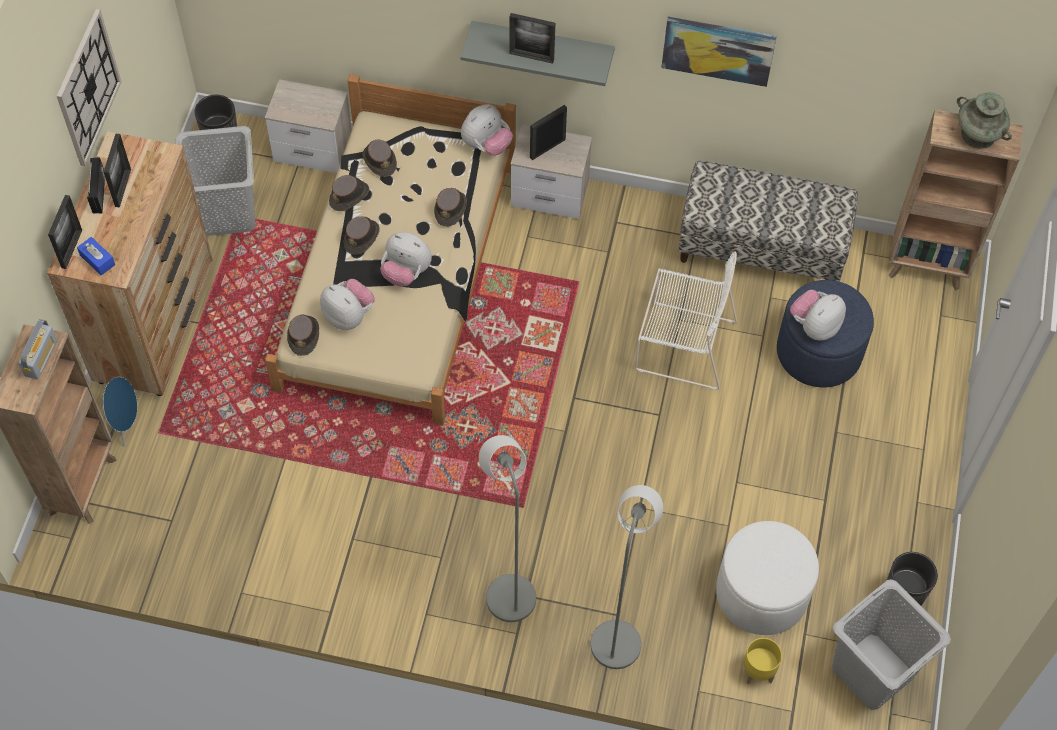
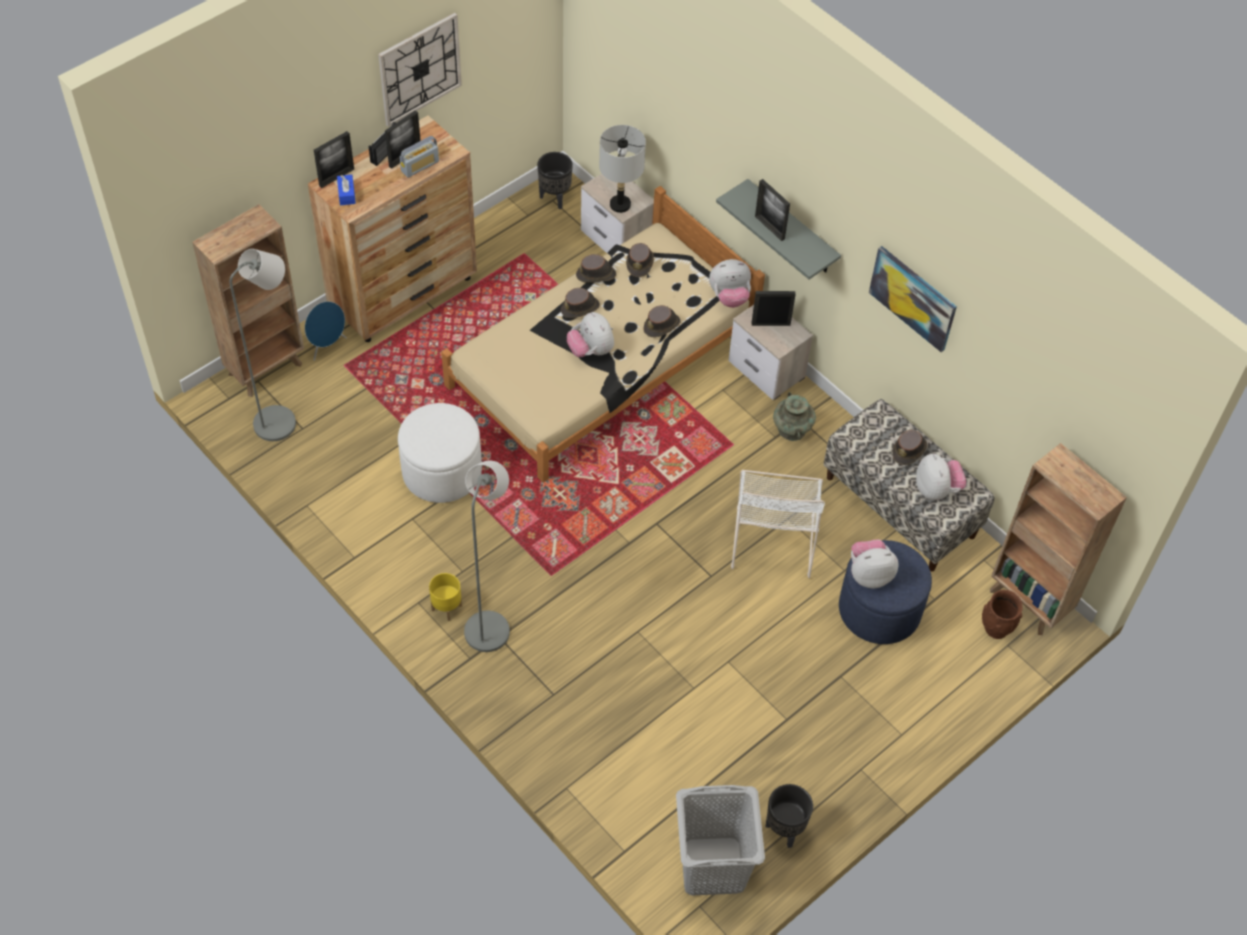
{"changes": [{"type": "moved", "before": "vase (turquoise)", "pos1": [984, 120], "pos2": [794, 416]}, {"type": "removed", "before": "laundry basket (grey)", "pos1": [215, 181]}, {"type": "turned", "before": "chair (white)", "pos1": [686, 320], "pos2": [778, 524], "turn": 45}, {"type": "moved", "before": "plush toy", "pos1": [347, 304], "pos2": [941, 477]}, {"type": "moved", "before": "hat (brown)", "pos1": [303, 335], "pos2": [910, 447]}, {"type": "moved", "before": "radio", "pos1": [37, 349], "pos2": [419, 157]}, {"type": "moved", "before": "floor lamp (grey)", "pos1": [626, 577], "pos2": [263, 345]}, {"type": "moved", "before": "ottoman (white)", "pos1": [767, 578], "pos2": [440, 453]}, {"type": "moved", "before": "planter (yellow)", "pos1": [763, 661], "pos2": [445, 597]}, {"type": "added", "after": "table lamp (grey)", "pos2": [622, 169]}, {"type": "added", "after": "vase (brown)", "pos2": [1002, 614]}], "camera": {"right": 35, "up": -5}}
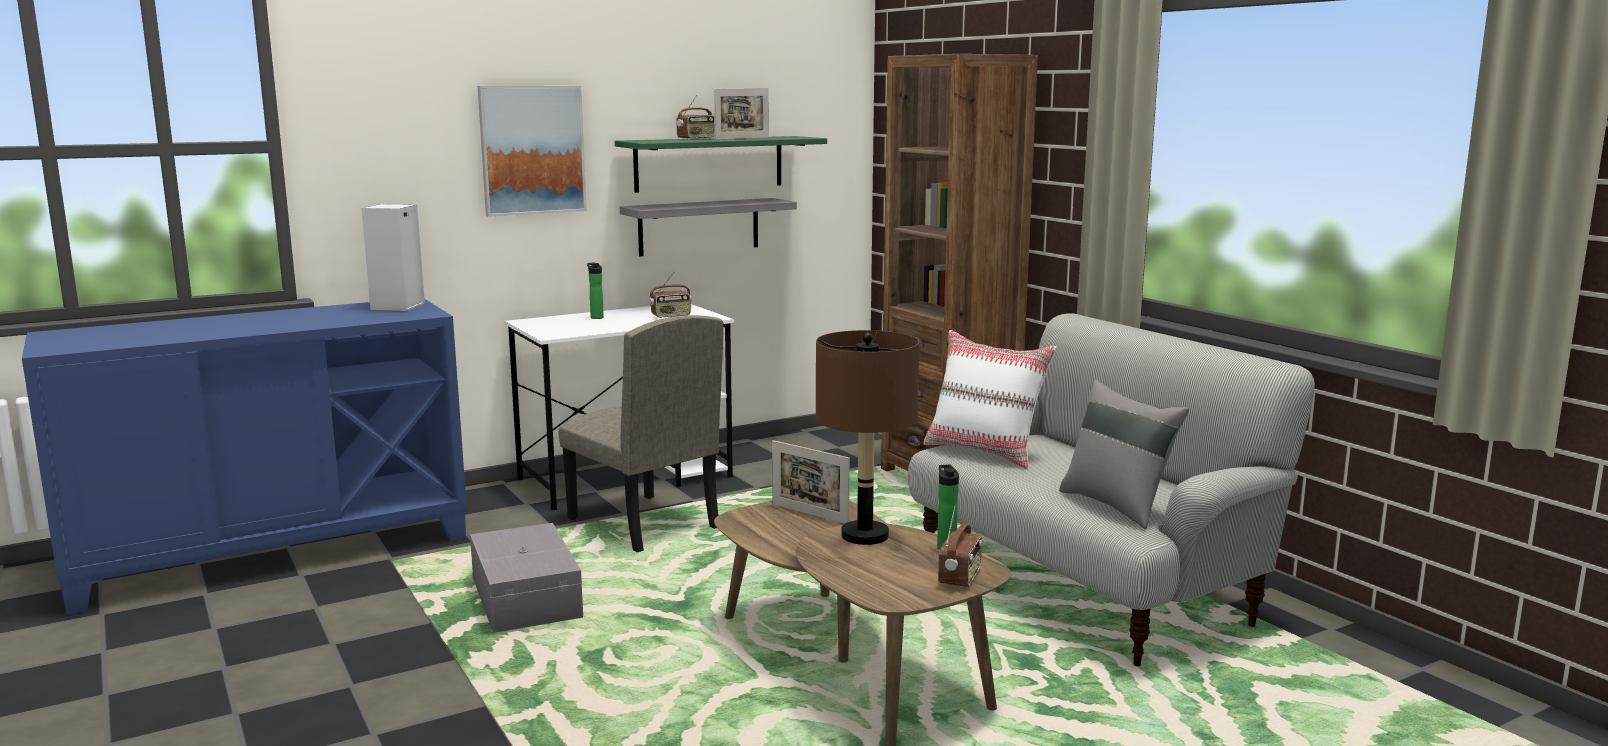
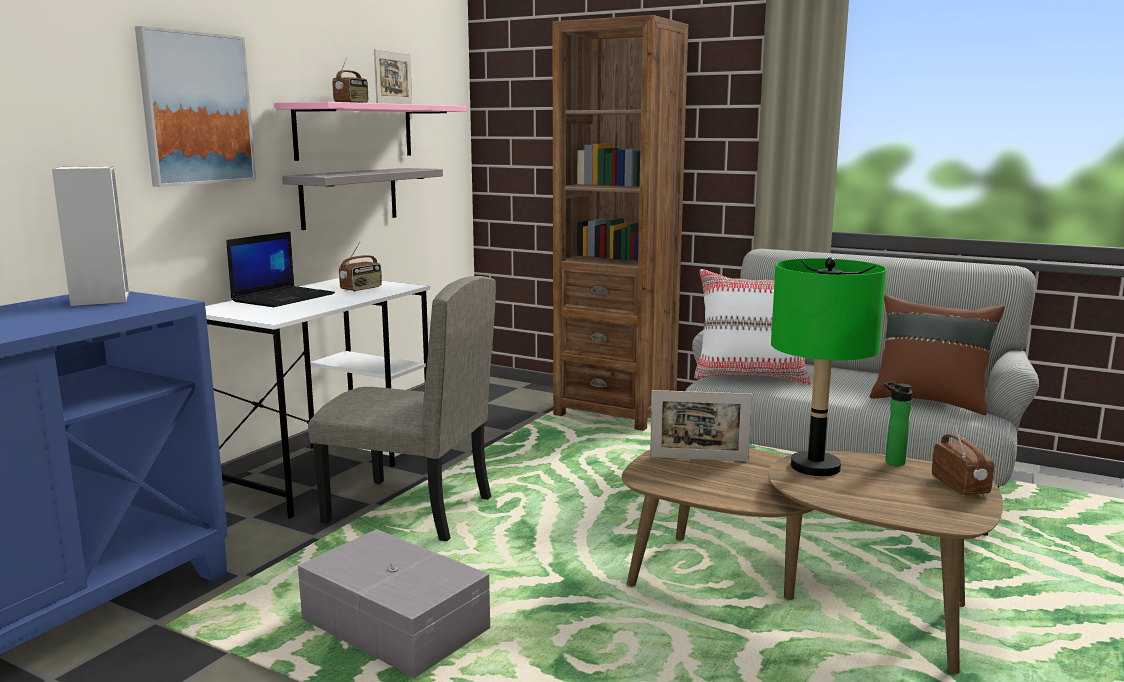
{"changes": [{"type": "recoloured", "before": "shelf (green)", "after": "shelf (pink)", "pos1": [721, 164], "pos2": [370, 131]}, {"type": "replaced", "before": "bottle", "after": "laptop", "pos1": [595, 291], "pos2": [280, 269]}, {"type": "recoloured", "before": "table lamp (brown)", "after": "table lamp (green)", "pos1": [867, 437], "pos2": [829, 366]}, {"type": "recoloured", "before": "pillow (grey)", "after": "pillow (brown)", "pos1": [1124, 454], "pos2": [937, 355]}], "camera": {"right": -30, "up": 0}}
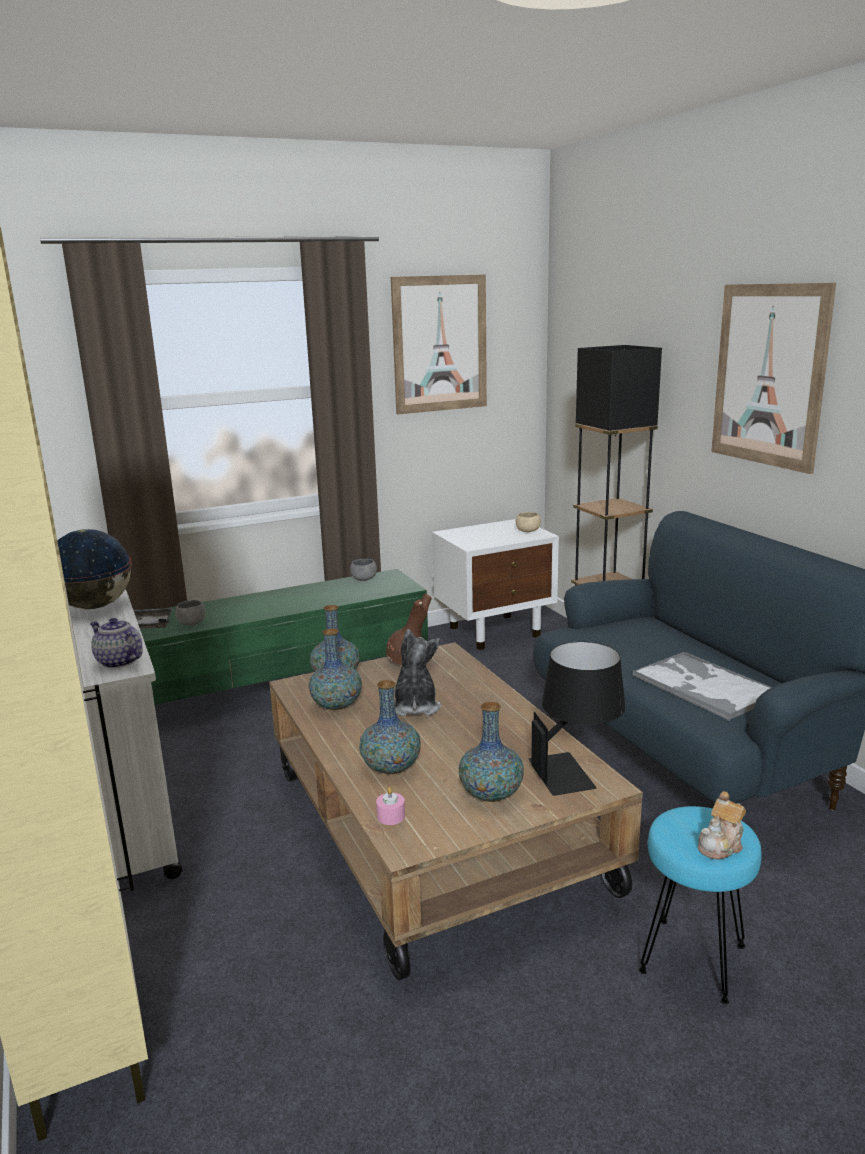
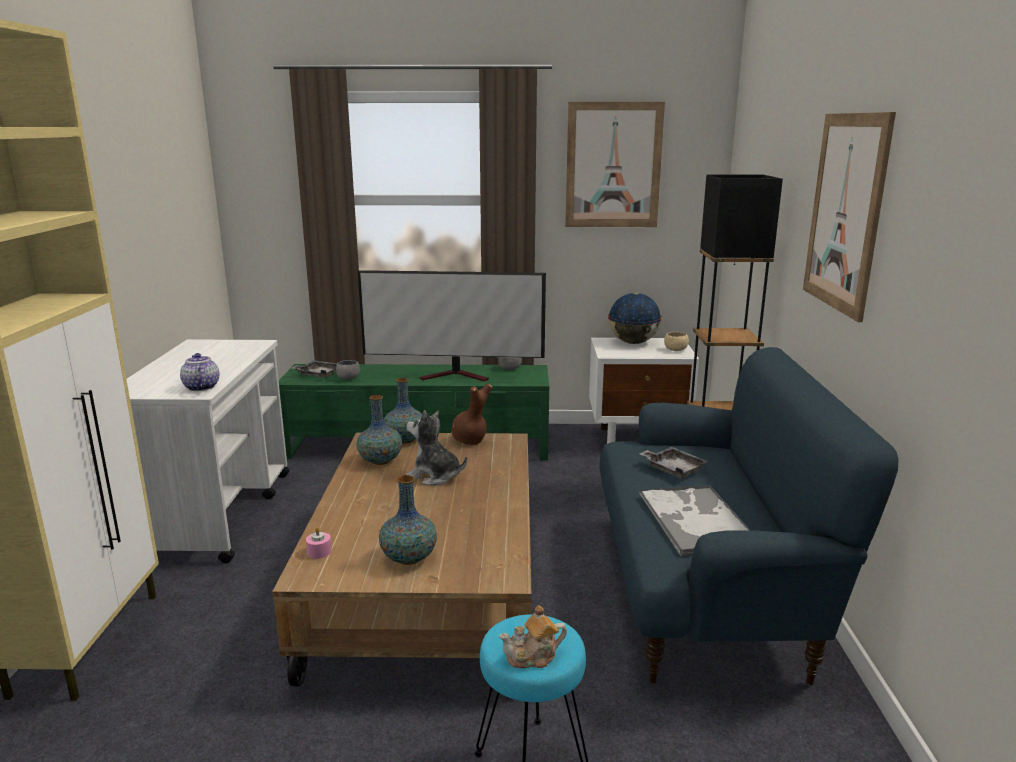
{"changes": [{"type": "moved", "before": "globe", "pos1": [95, 569], "pos2": [635, 318]}, {"type": "turned", "before": "plush toy", "pos1": [417, 672], "pos2": [436, 447], "turn": -90}, {"type": "removed", "before": "table lamp (black)", "pos1": [577, 719]}, {"type": "removed", "before": "vase", "pos1": [390, 727]}, {"type": "added", "after": "television", "pos2": [452, 325]}, {"type": "added", "after": "tray (grey)", "pos2": [673, 462]}], "camera": {"right": 25, "up": 0}}
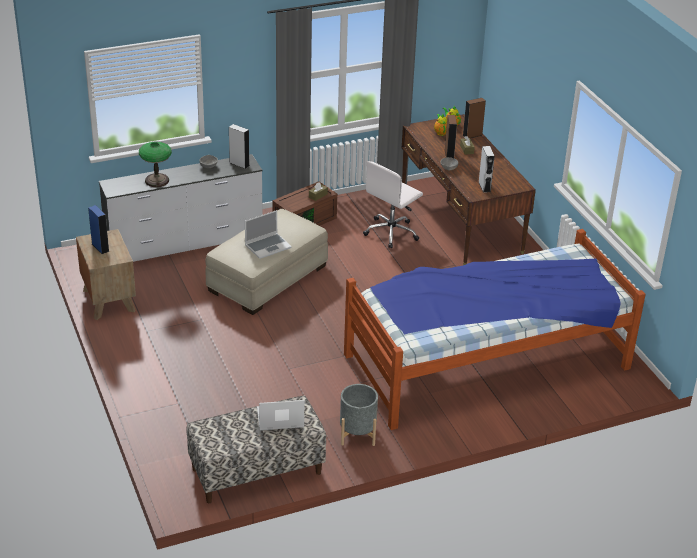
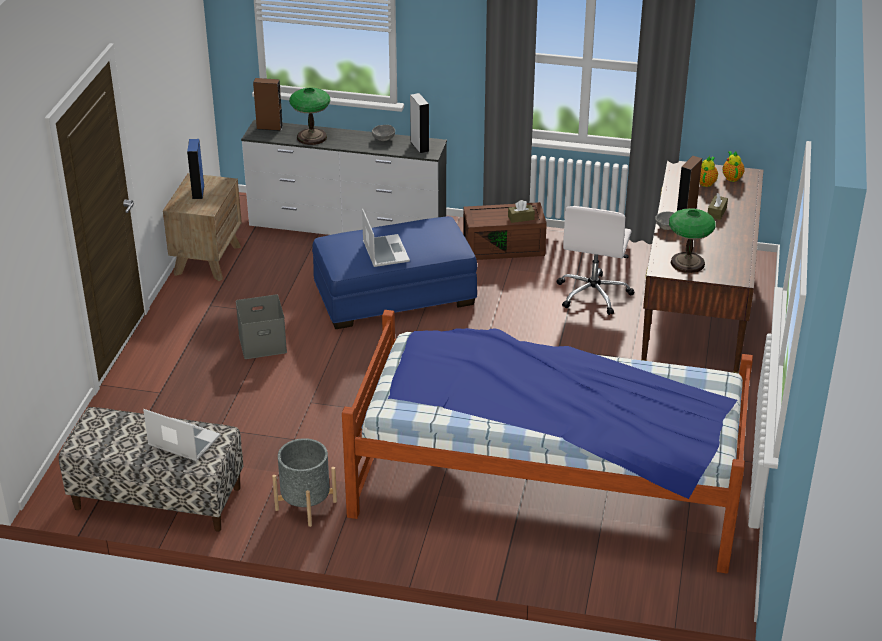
{"changes": [{"type": "moved", "before": "speaker (brown)", "pos1": [474, 118], "pos2": [268, 104]}, {"type": "replaced", "before": "speaker (grey)", "after": "table lamp", "pos1": [487, 169], "pos2": [692, 240]}, {"type": "turned", "before": "office chair (white)", "pos1": [393, 204], "pos2": [595, 260], "turn": -60}, {"type": "recoloured", "before": "ottoman (beige)", "after": "ottoman (blue)", "pos1": [266, 262], "pos2": [394, 272]}, {"type": "turned", "before": "laptop", "pos1": [268, 234], "pos2": [386, 238], "turn": -105}, {"type": "added", "after": "storage box (grey)", "pos2": [261, 326]}], "camera": {"right": 35, "up": 0}}
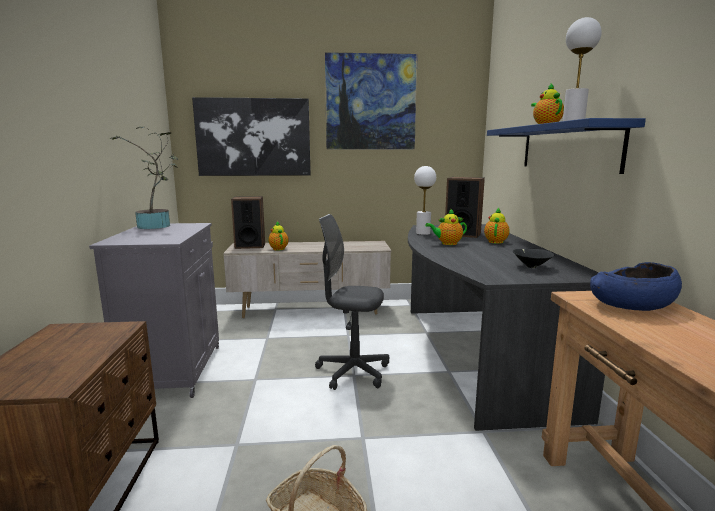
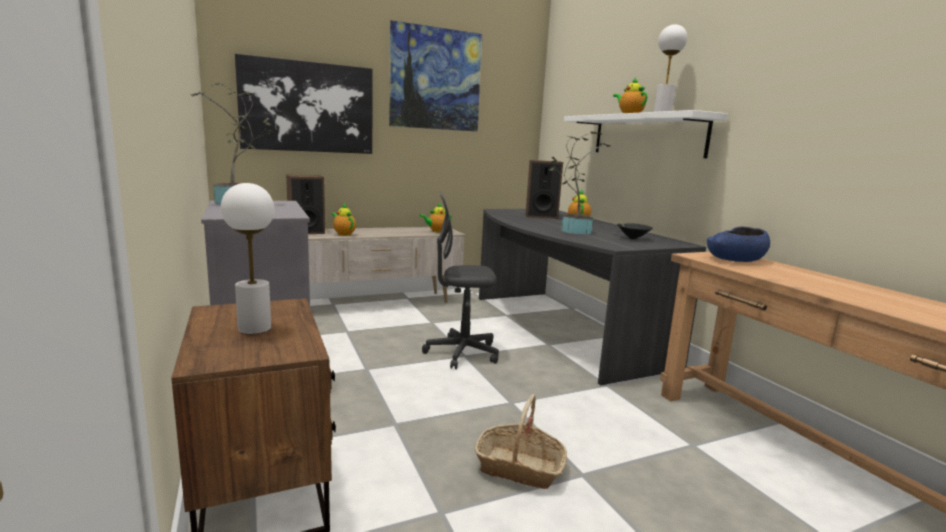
{"changes": [{"type": "recoloured", "before": "shelf (blue)", "after": "shelf (white)", "pos1": [566, 146], "pos2": [646, 134]}, {"type": "moved", "before": "table lamp (white)", "pos1": [425, 200], "pos2": [247, 258]}, {"type": "moved", "before": "teapot", "pos1": [446, 226], "pos2": [435, 217]}, {"type": "added", "after": "potted plant", "pos2": [579, 182]}], "camera": {"right": -20, "up": 0}}
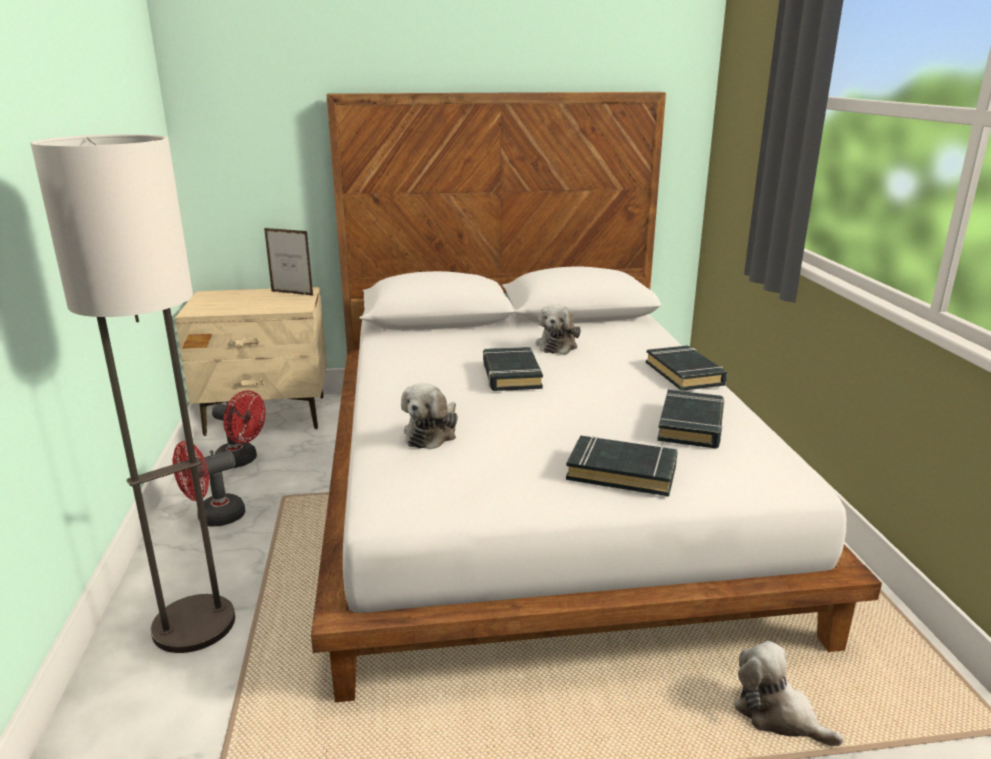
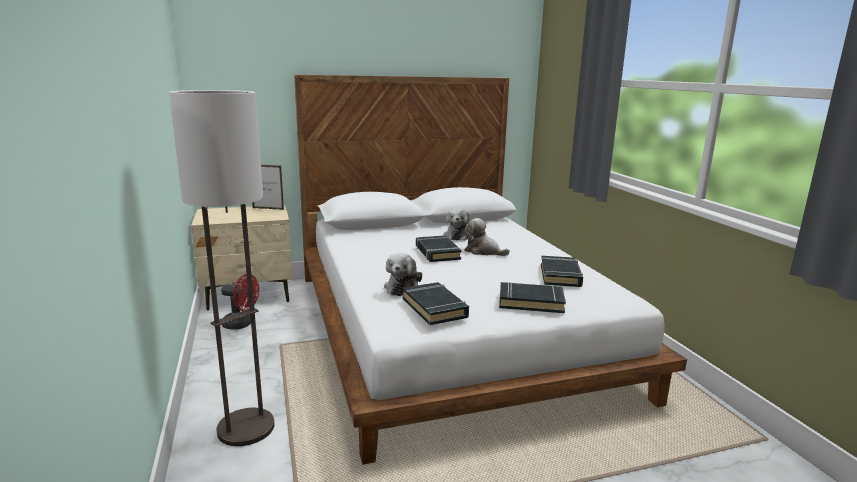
{"changes": [{"type": "moved", "before": "book (black)", "pos1": [687, 368], "pos2": [436, 303]}, {"type": "removed", "before": "fan (red)", "pos1": [208, 483]}, {"type": "moved", "before": "plush toy", "pos1": [789, 693], "pos2": [487, 237]}], "camera": {"right": -10, "up": -5}}
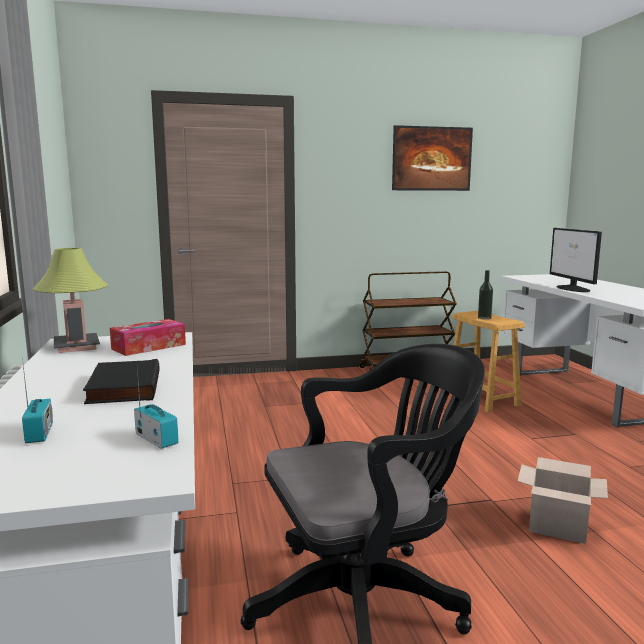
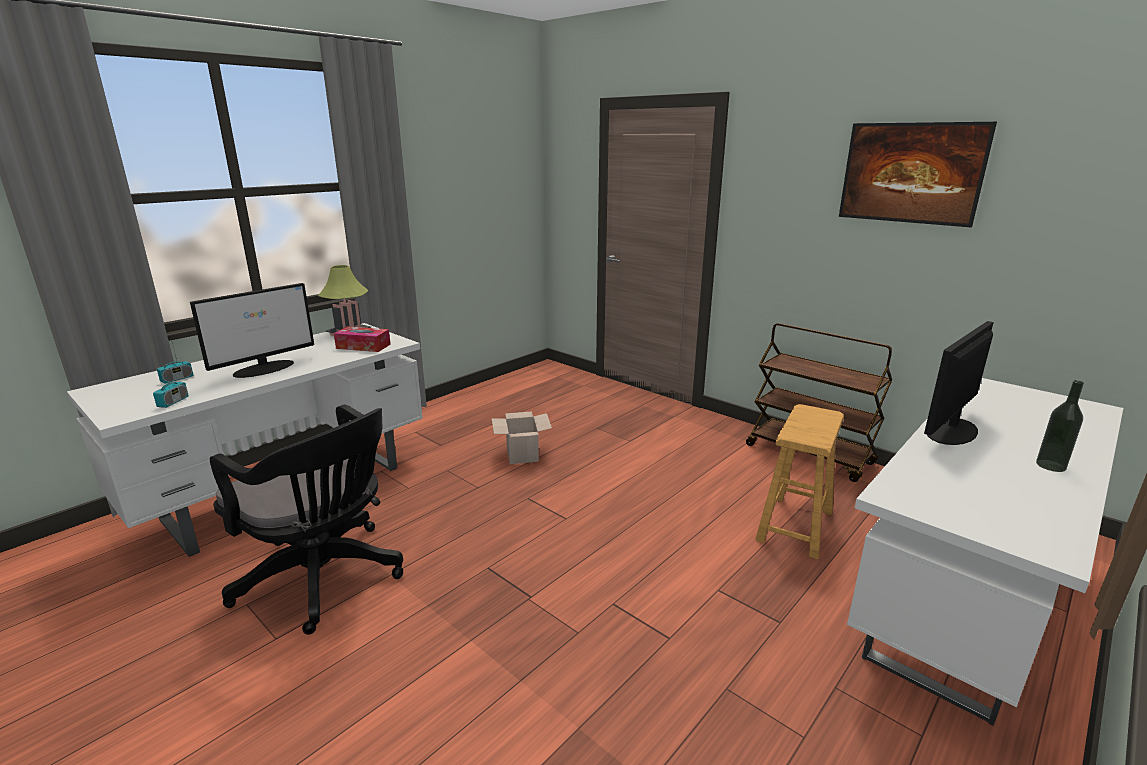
{"changes": [{"type": "moved", "before": "bottle", "pos1": [485, 295], "pos2": [1060, 426]}, {"type": "replaced", "before": "book (black)", "after": "monitor", "pos1": [121, 381], "pos2": [252, 330]}, {"type": "moved", "before": "cardboard box", "pos1": [563, 500], "pos2": [522, 437]}], "camera": {"right": 55, "up": 10}}
